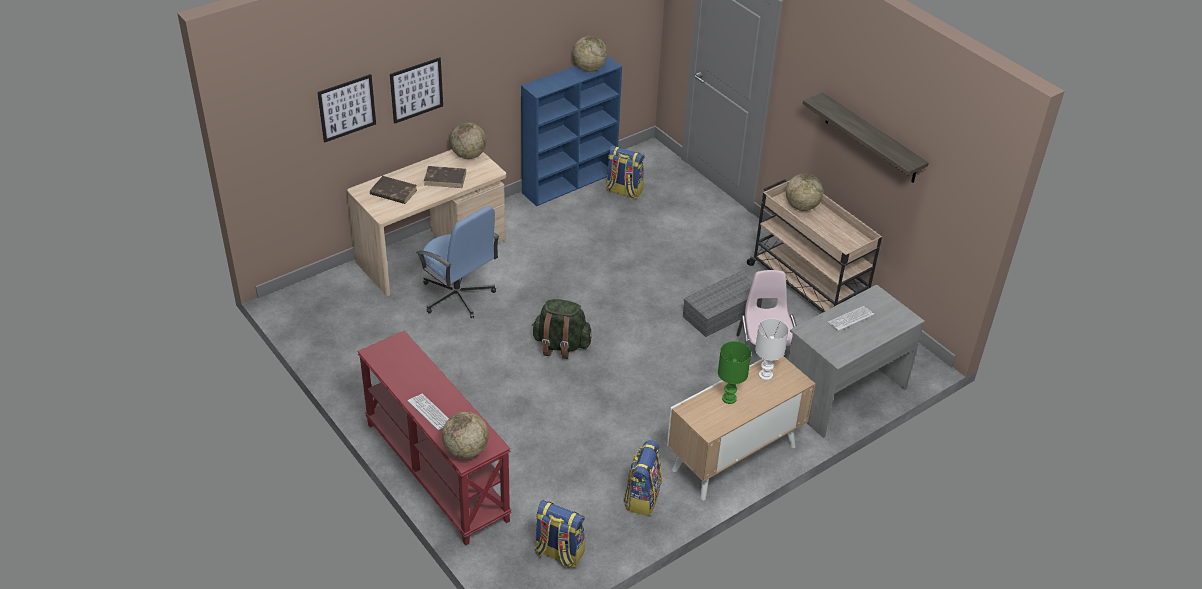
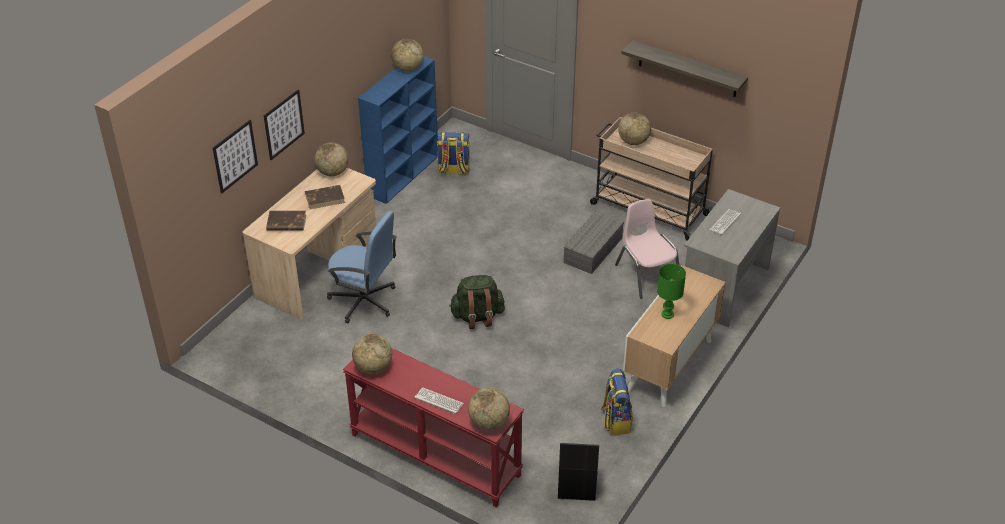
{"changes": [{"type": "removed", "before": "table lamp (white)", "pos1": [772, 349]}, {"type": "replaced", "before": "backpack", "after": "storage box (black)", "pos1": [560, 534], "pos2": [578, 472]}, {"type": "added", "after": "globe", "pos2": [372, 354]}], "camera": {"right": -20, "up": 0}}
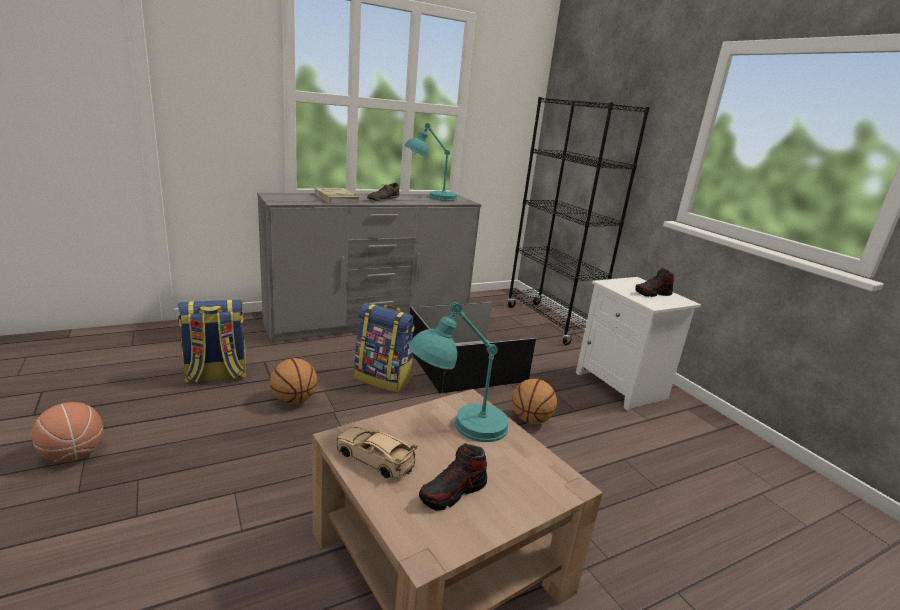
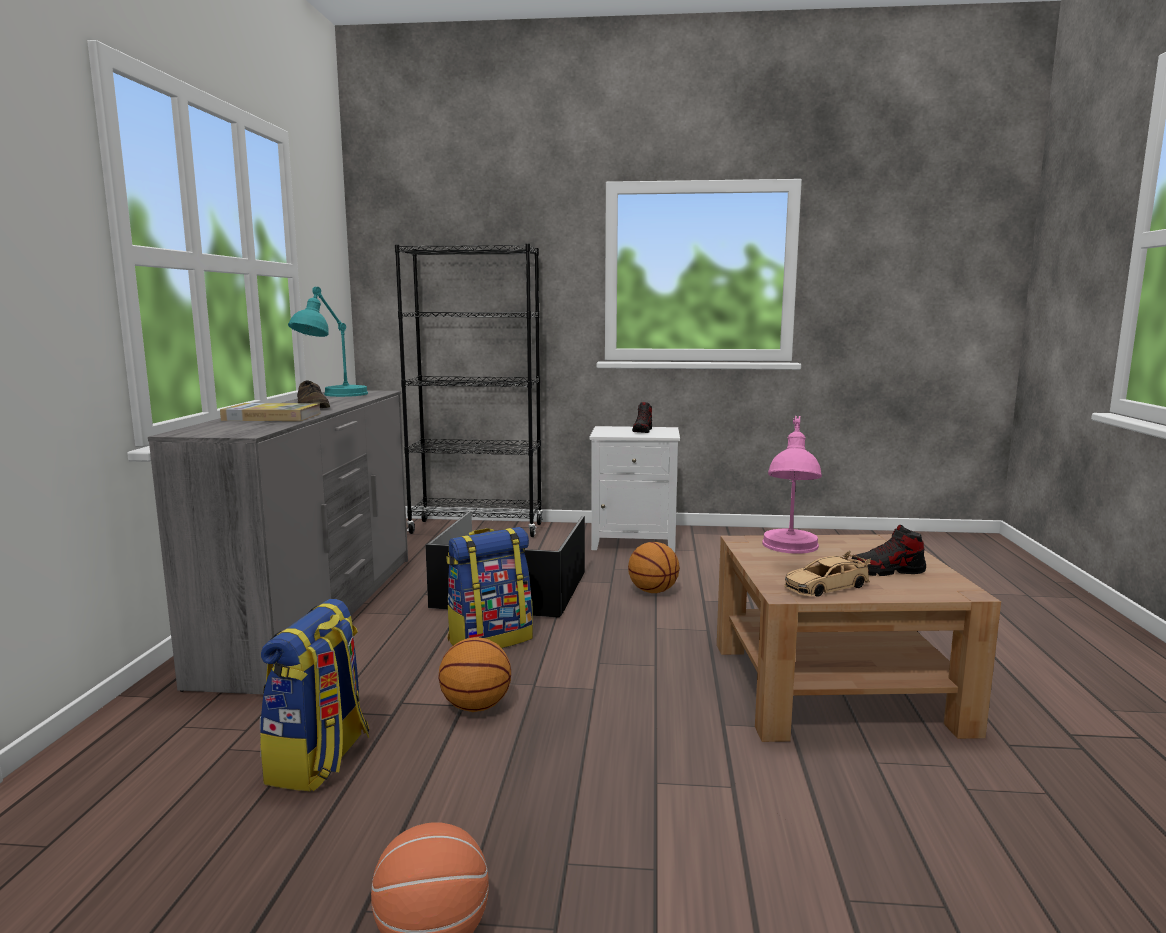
{"changes": [{"type": "recoloured", "before": "table lamp (turquoise)", "after": "table lamp (pink)", "pos1": [458, 372], "pos2": [792, 485]}, {"type": "turned", "before": "shoe", "pos1": [453, 477], "pos2": [889, 550], "turn": 90}], "camera": {"right": -55, "up": -10}}
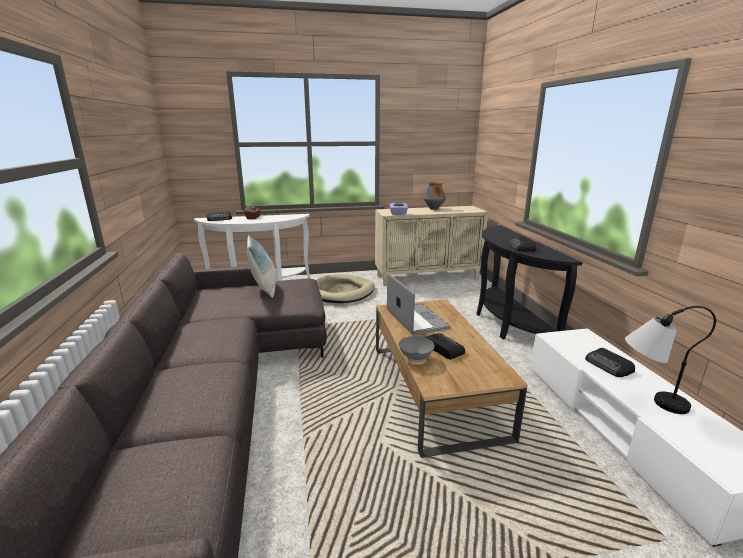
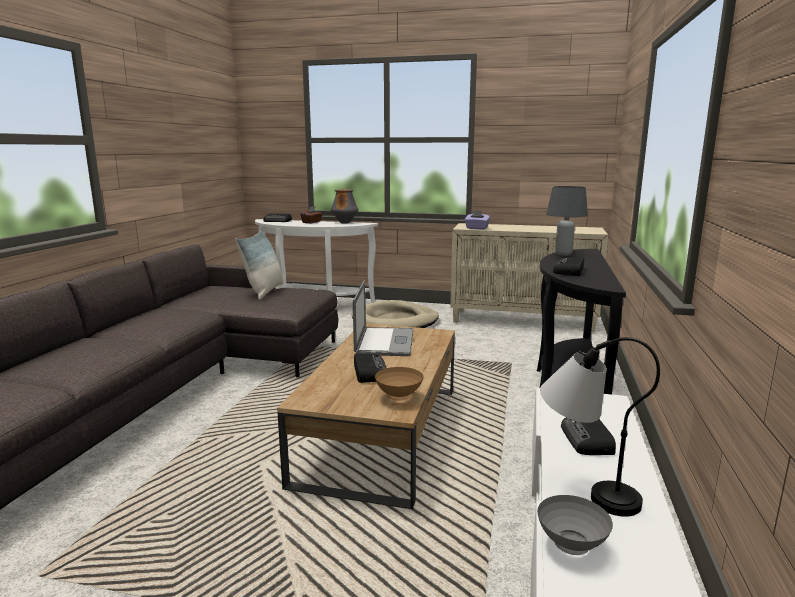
{"changes": [{"type": "moved", "before": "vase", "pos1": [434, 196], "pos2": [344, 206]}, {"type": "moved", "before": "bowl (grey)", "pos1": [417, 349], "pos2": [575, 525]}, {"type": "added", "after": "table lamp (grey)", "pos2": [567, 221]}, {"type": "added", "after": "bowl (brown)", "pos2": [399, 384]}], "camera": {"right": 25, "up": -5}}
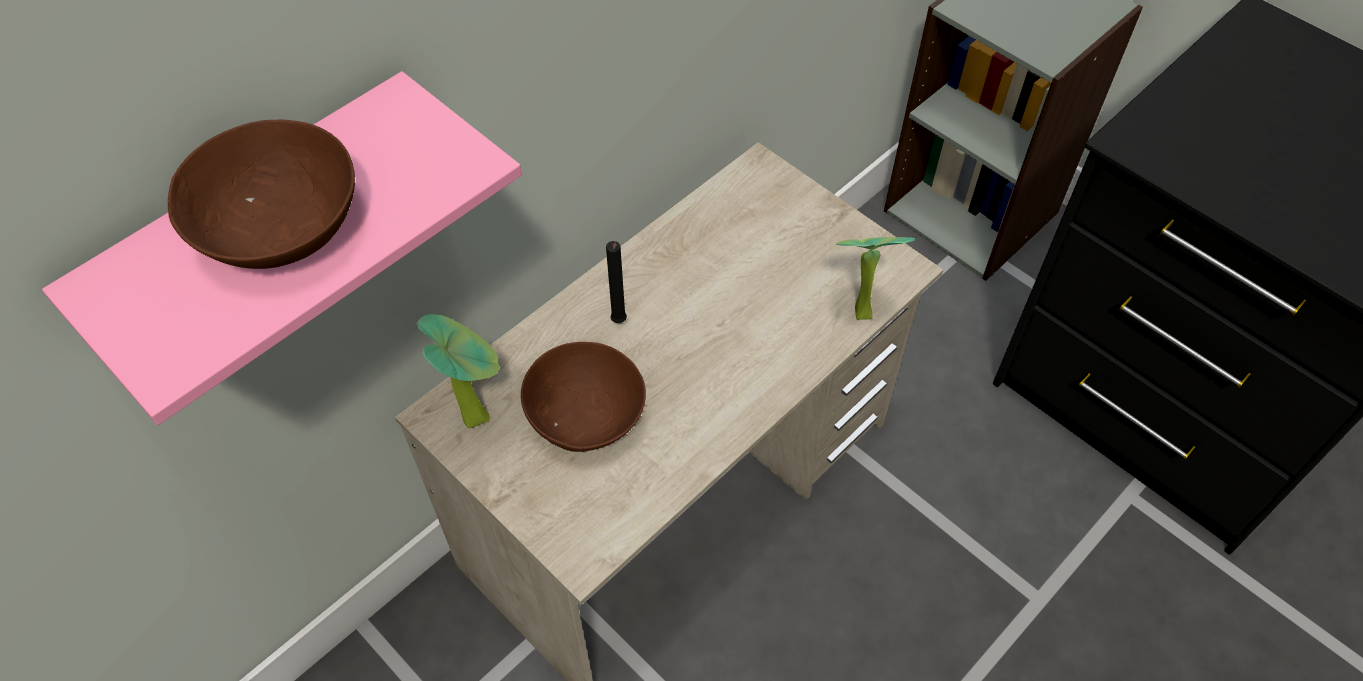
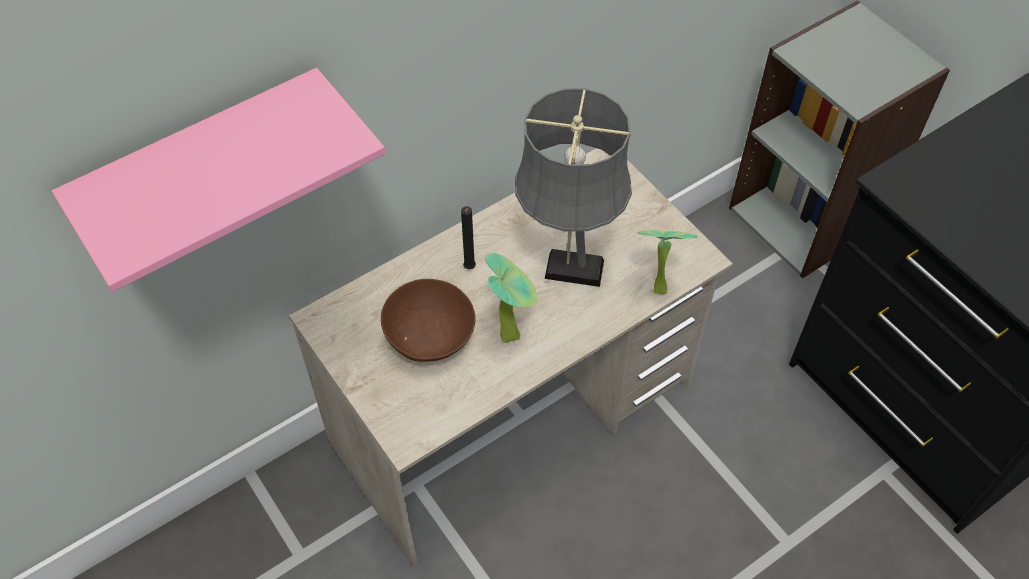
{"changes": [{"type": "removed", "before": "bowl (brown)", "pos1": [261, 194]}, {"type": "moved", "before": "potted plant", "pos1": [457, 371], "pos2": [510, 298]}, {"type": "added", "after": "table lamp (grey)", "pos2": [573, 187]}], "camera": {"right": 10, "up": 0}}
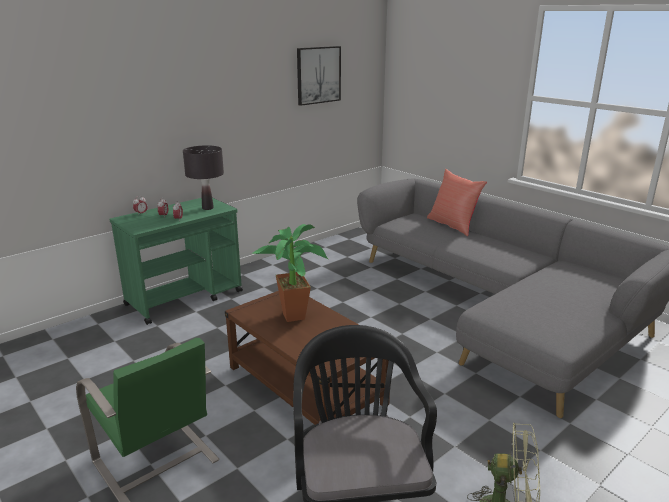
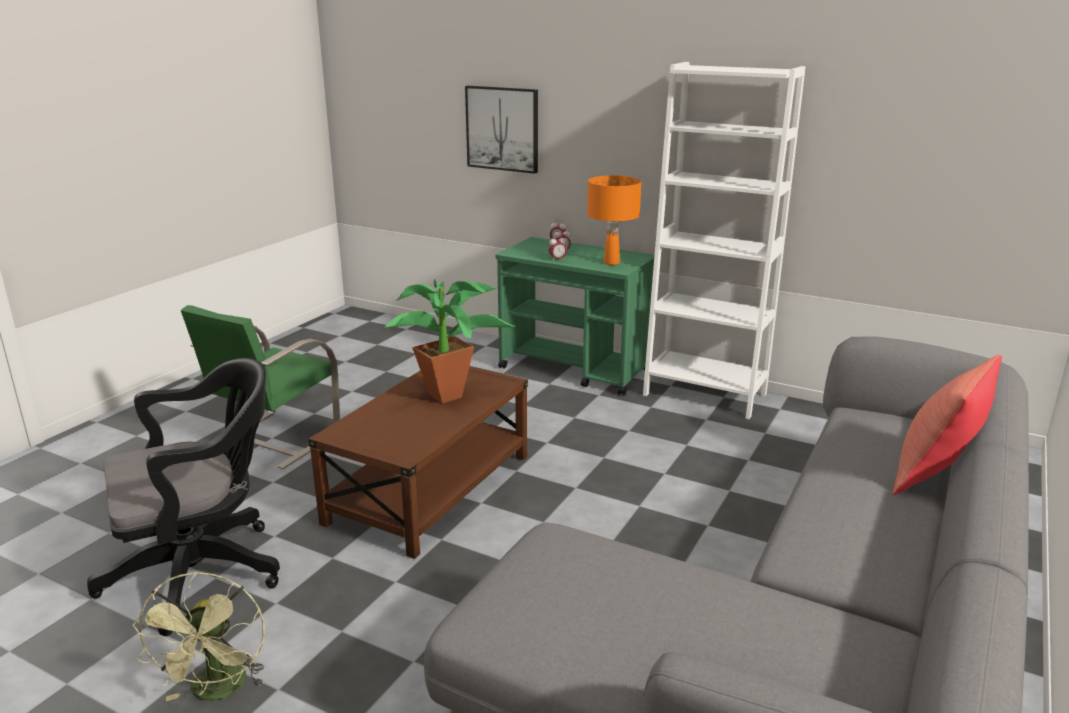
{"changes": [{"type": "moved", "before": "picture", "pos1": [319, 76], "pos2": [501, 130]}, {"type": "recoloured", "before": "table lamp (black)", "after": "table lamp (orange)", "pos1": [203, 177], "pos2": [614, 220]}, {"type": "added", "after": "bookcase (white)", "pos2": [724, 240]}], "camera": {"right": 70, "up": 0}}
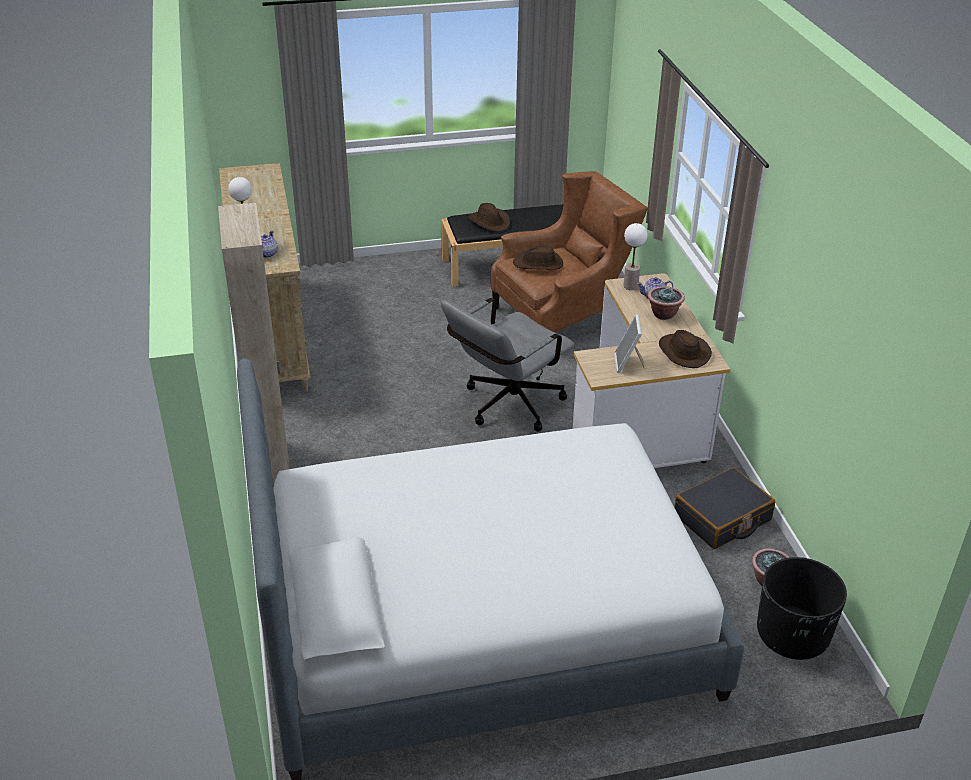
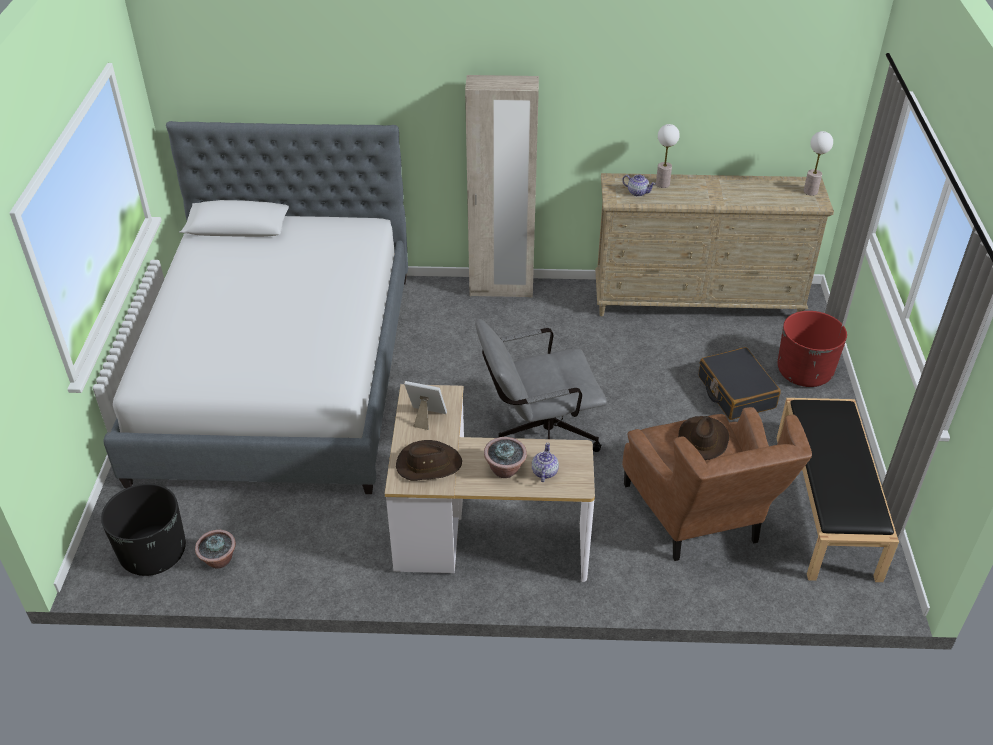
{"changes": [{"type": "removed", "before": "hat (brown)", "pos1": [489, 217]}, {"type": "moved", "before": "table lamp", "pos1": [635, 256], "pos2": [818, 163]}, {"type": "turned", "before": "office chair (grey)", "pos1": [507, 365], "pos2": [541, 385], "turn": -75}, {"type": "moved", "before": "suitcase (black)", "pos1": [724, 508], "pos2": [740, 383]}, {"type": "added", "after": "planter (red)", "pos2": [812, 349]}], "camera": {"right": 105, "up": 5}}
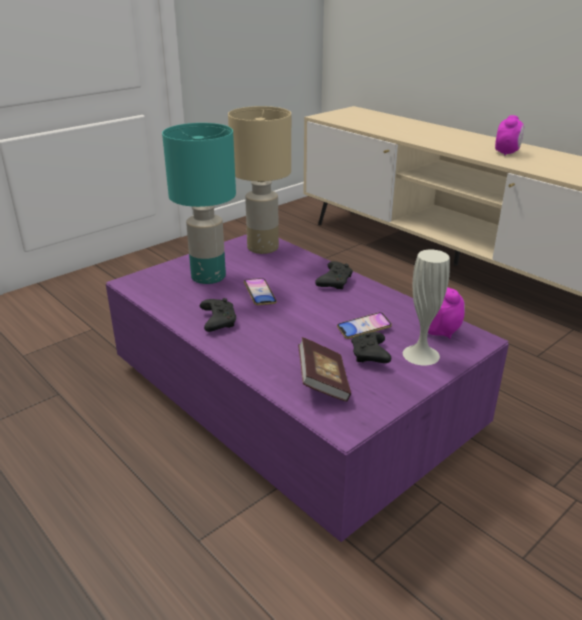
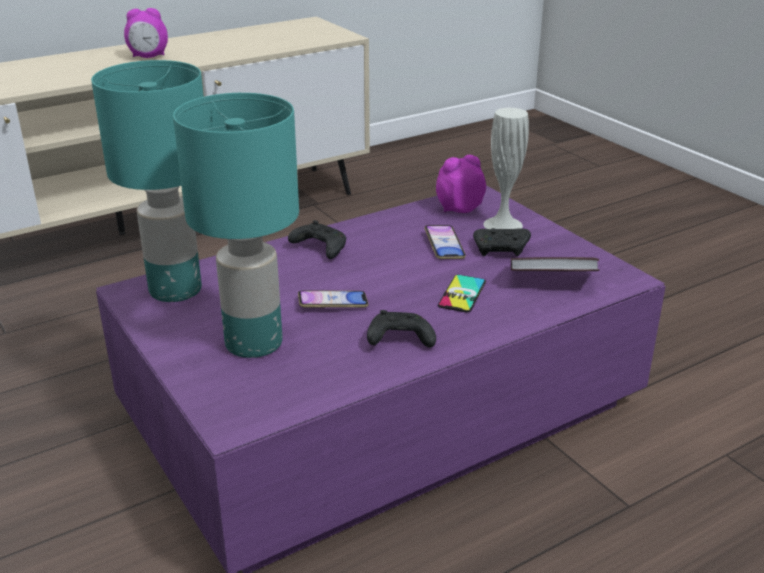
{"changes": [{"type": "recoloured", "before": "table lamp (beige)", "after": "table lamp (turquoise)", "pos1": [259, 180], "pos2": [147, 181]}, {"type": "turned", "before": "alarm clock", "pos1": [509, 135], "pos2": [146, 33], "turn": 135}, {"type": "added", "after": "phone", "pos2": [462, 293]}], "camera": {"right": -80, "up": 0}}
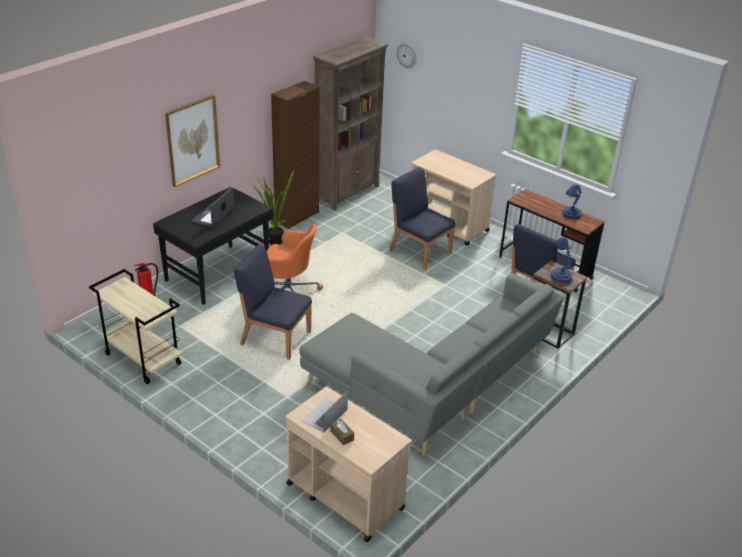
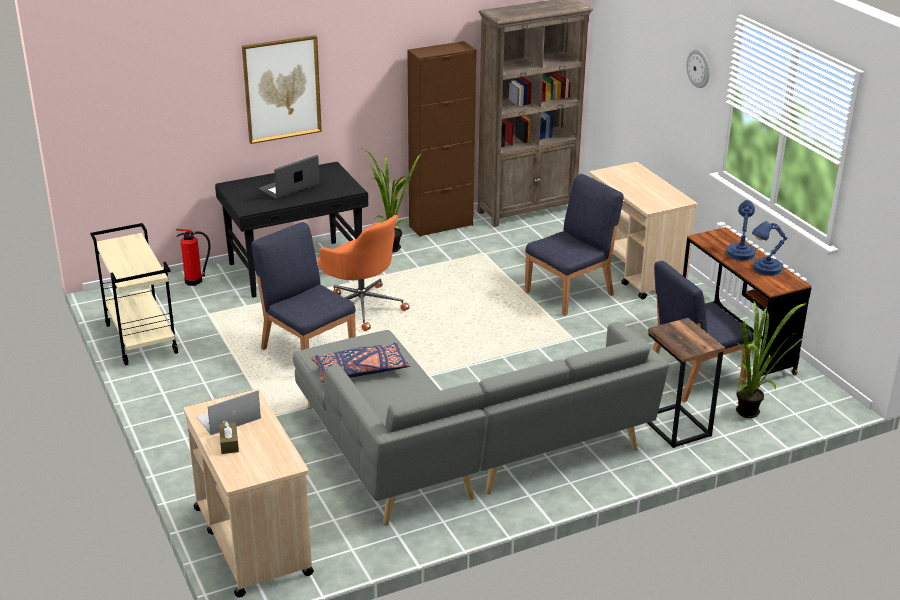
{"changes": [{"type": "moved", "before": "wall clock", "pos1": [406, 56], "pos2": [698, 68]}, {"type": "turned", "before": "chair (blue)", "pos1": [422, 218], "pos2": [574, 245], "turn": 75}, {"type": "moved", "before": "table lamp (blue)", "pos1": [561, 260], "pos2": [741, 230]}, {"type": "added", "after": "potted plant", "pos2": [770, 359]}, {"type": "added", "after": "pillow (blue)", "pos2": [361, 362]}], "camera": {"right": 25, "up": -5}}
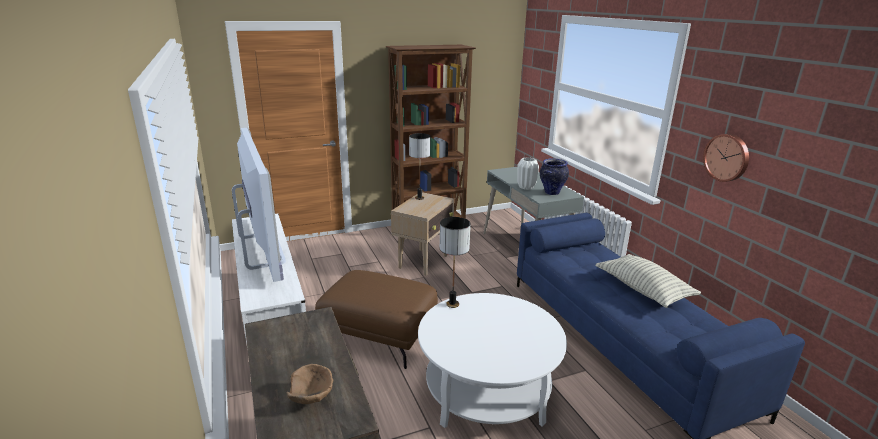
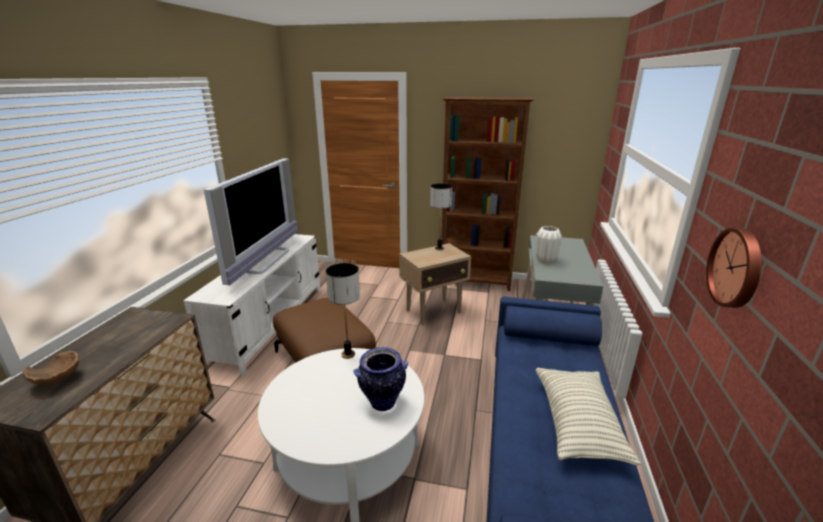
{"changes": [{"type": "moved", "before": "vase", "pos1": [554, 176], "pos2": [381, 379]}], "camera": {"right": 35, "up": 0}}
